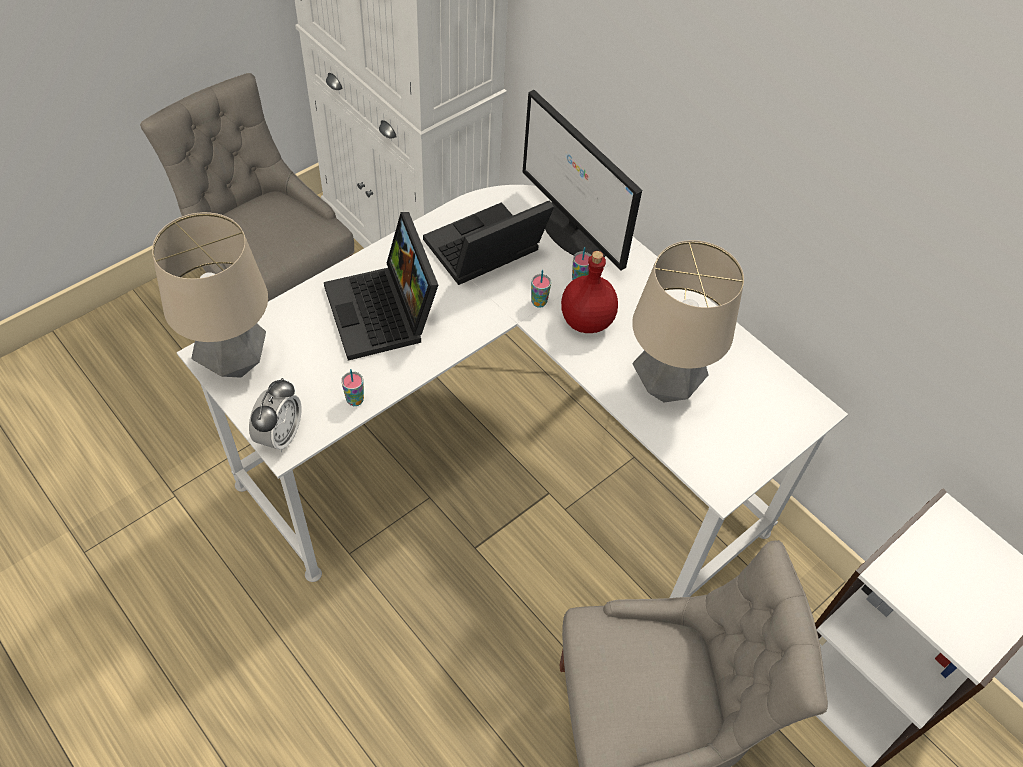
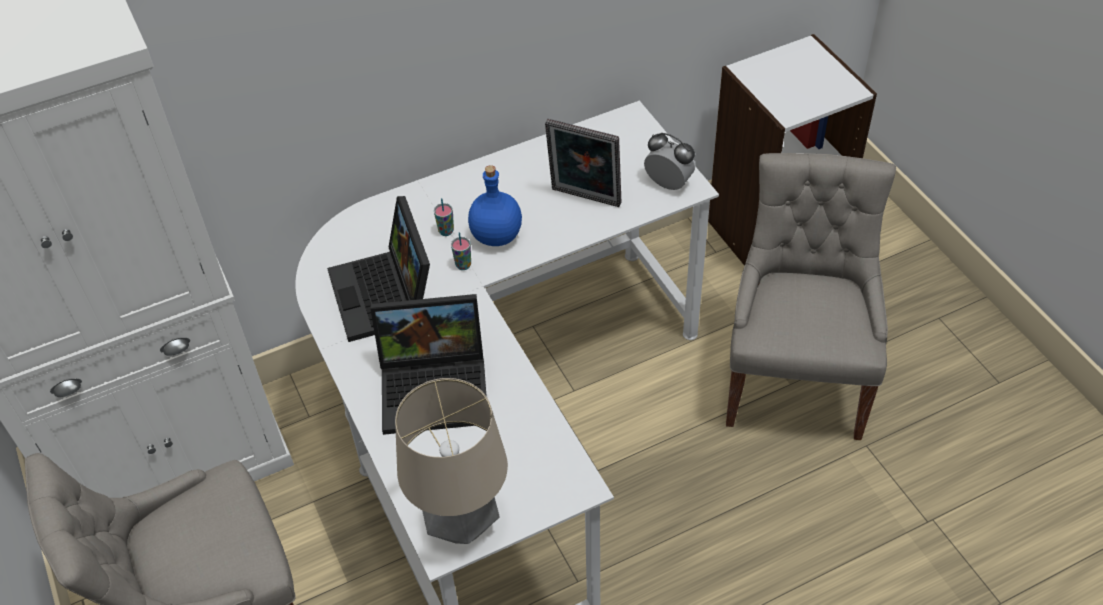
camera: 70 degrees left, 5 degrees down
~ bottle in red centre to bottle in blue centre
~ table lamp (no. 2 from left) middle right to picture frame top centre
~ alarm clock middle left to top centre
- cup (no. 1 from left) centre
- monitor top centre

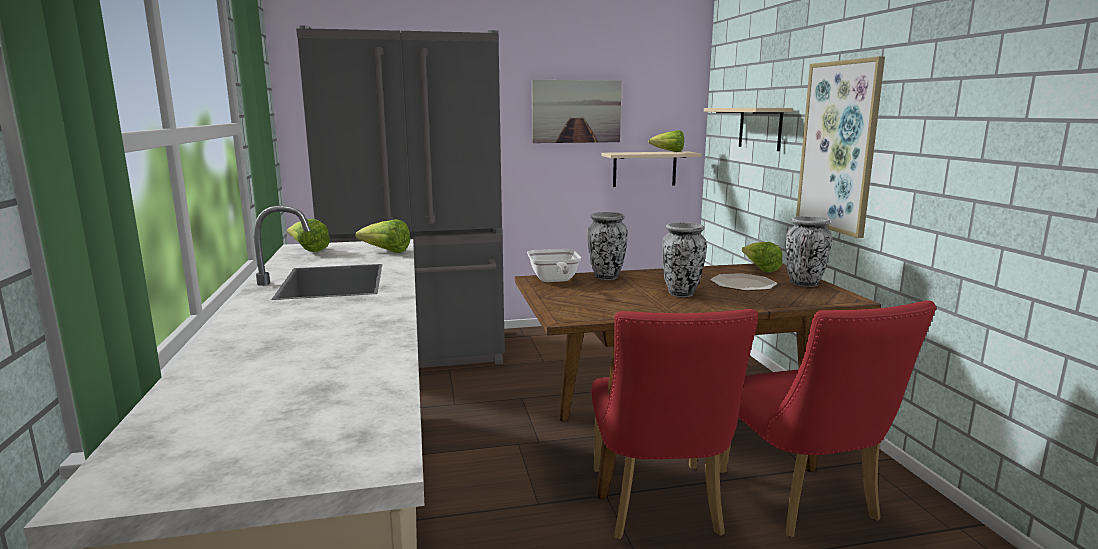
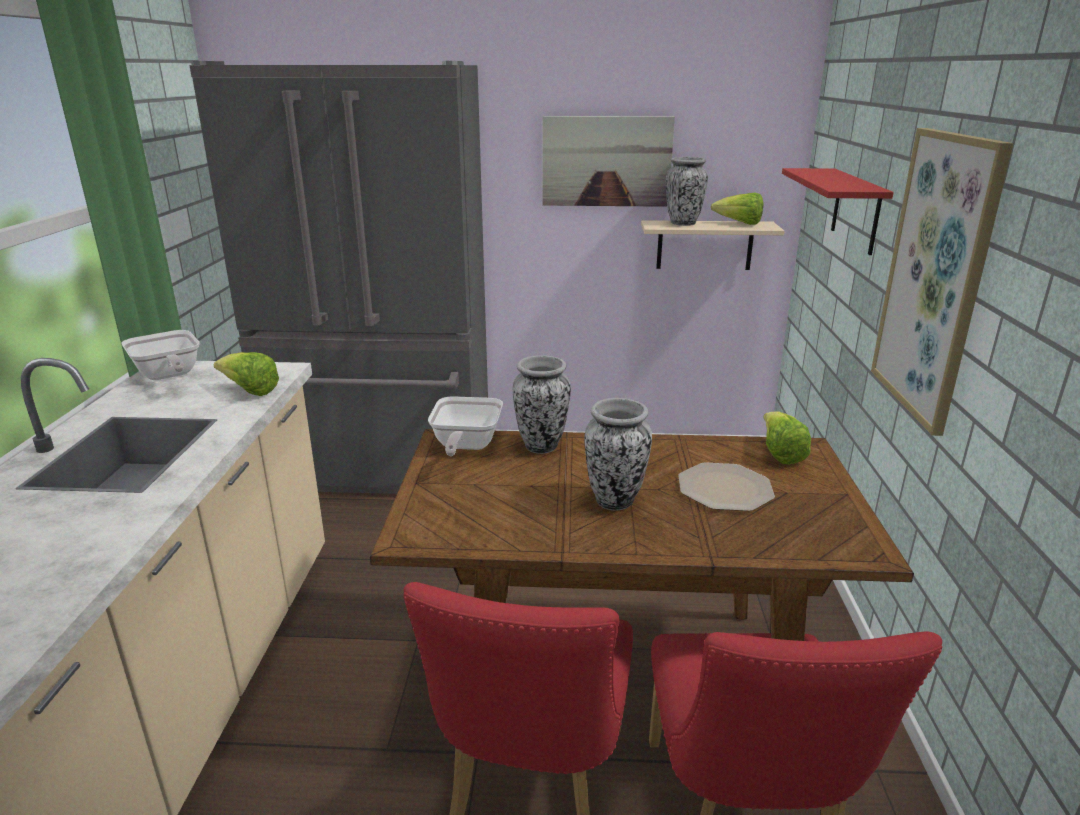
camera: 15 degrees right, 10 degrees up
~ lettuce (no. 1 from left) middle left to frying pan (no. 1 from left) middle left
~ vase (no. 3 from left) middle right to top centre
~ shelf in beige (no. 2 from left) top right to shelf in red top right

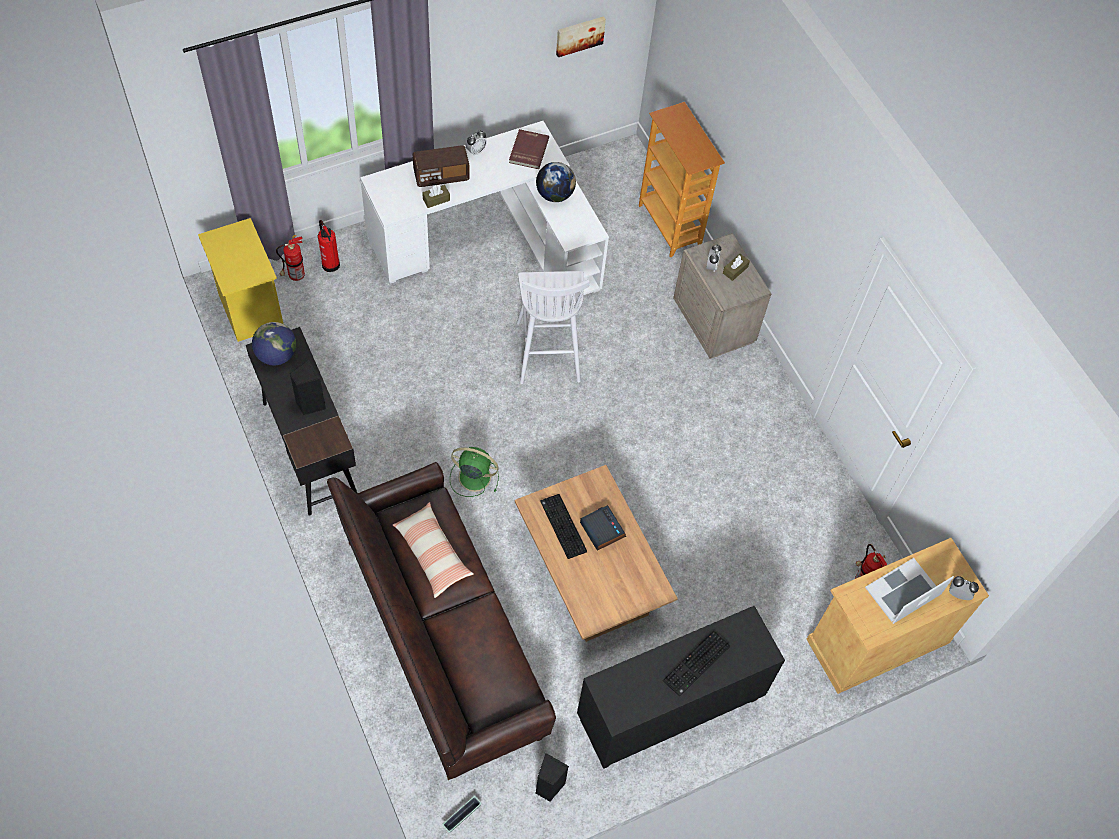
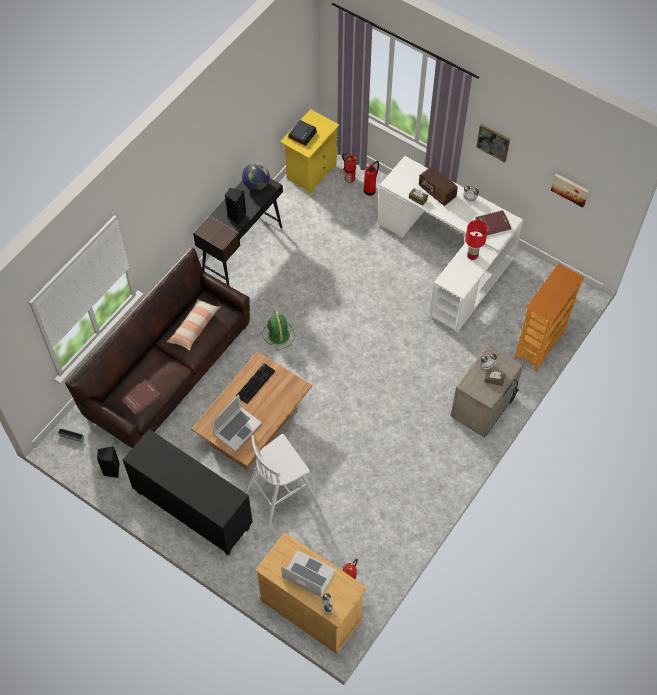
camera: 65 degrees right, 0 degrees up
+ book in red (no. 1 from left) middle left
+ laptop (no. 1 from left) centre
~ stool in white centre to bottom centre
~ alarm clock (no. 2 from left in the first image) centre to alarm clock (no. 1 from left) top centre
~ globe (no. 2 from left) top centre to table lamp in red middle right
+ picture (no. 1 from left) top right
- keyboard (no. 2 from left) bottom centre

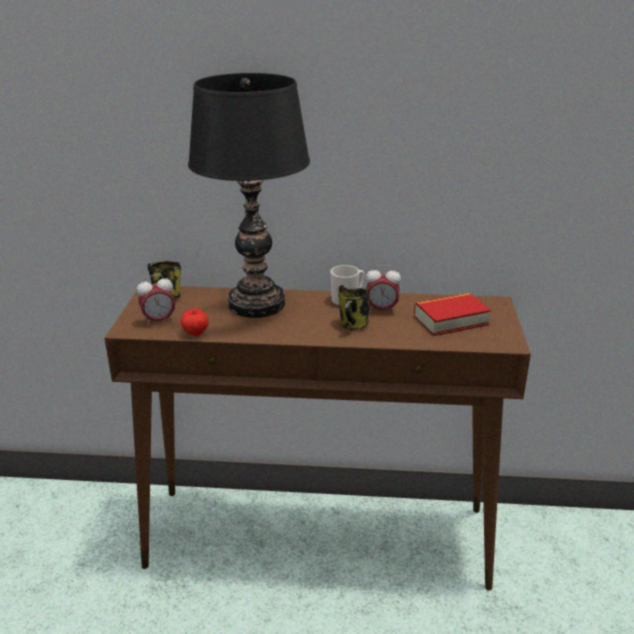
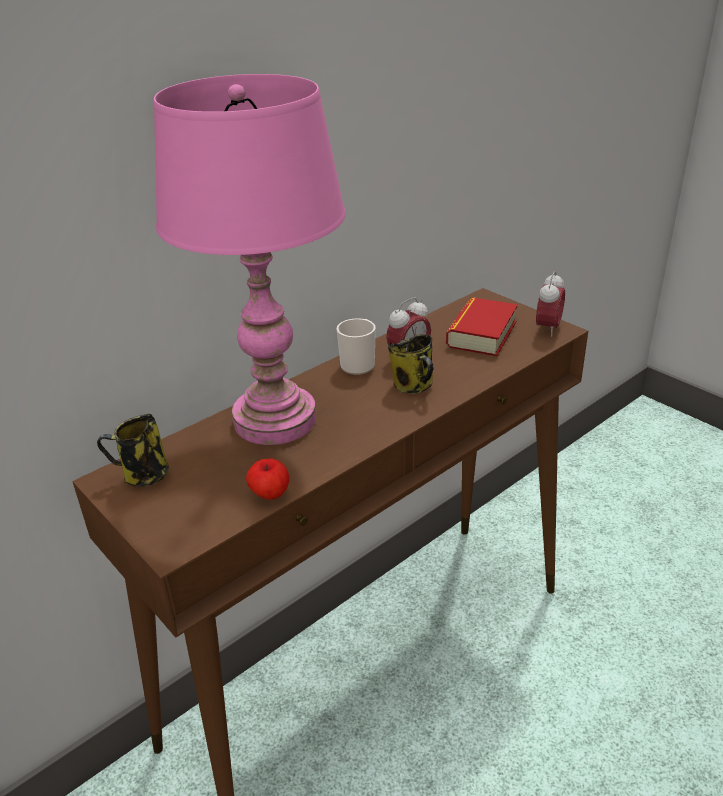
camera: 45 degrees left, 5 degrees up
~ table lamp in black top centre to table lamp in pink top centre
~ alarm clock (no. 1 from left in the first image) middle left to alarm clock (no. 2 from left) middle right

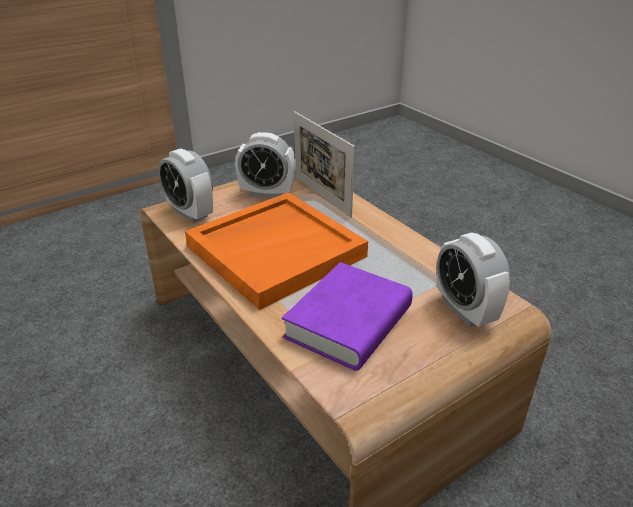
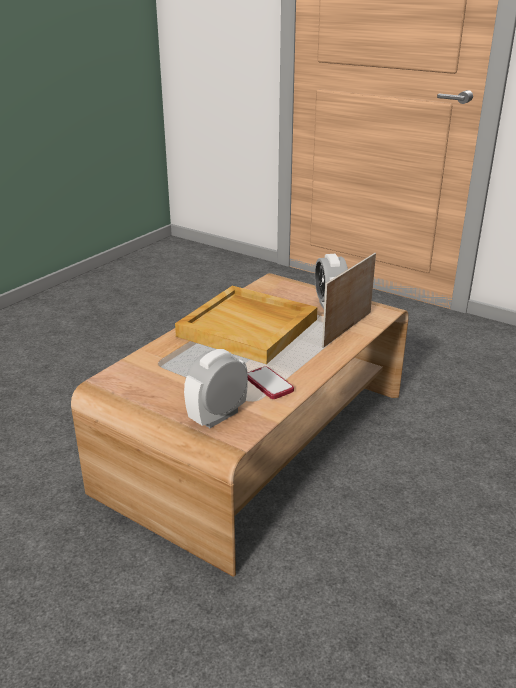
camera: 70 degrees right, 5 degrees down
~ tray in orange centre to tray in beige centre
+ phone centre
- alarm clock (no. 1 from left) middle left
- book in purple centre

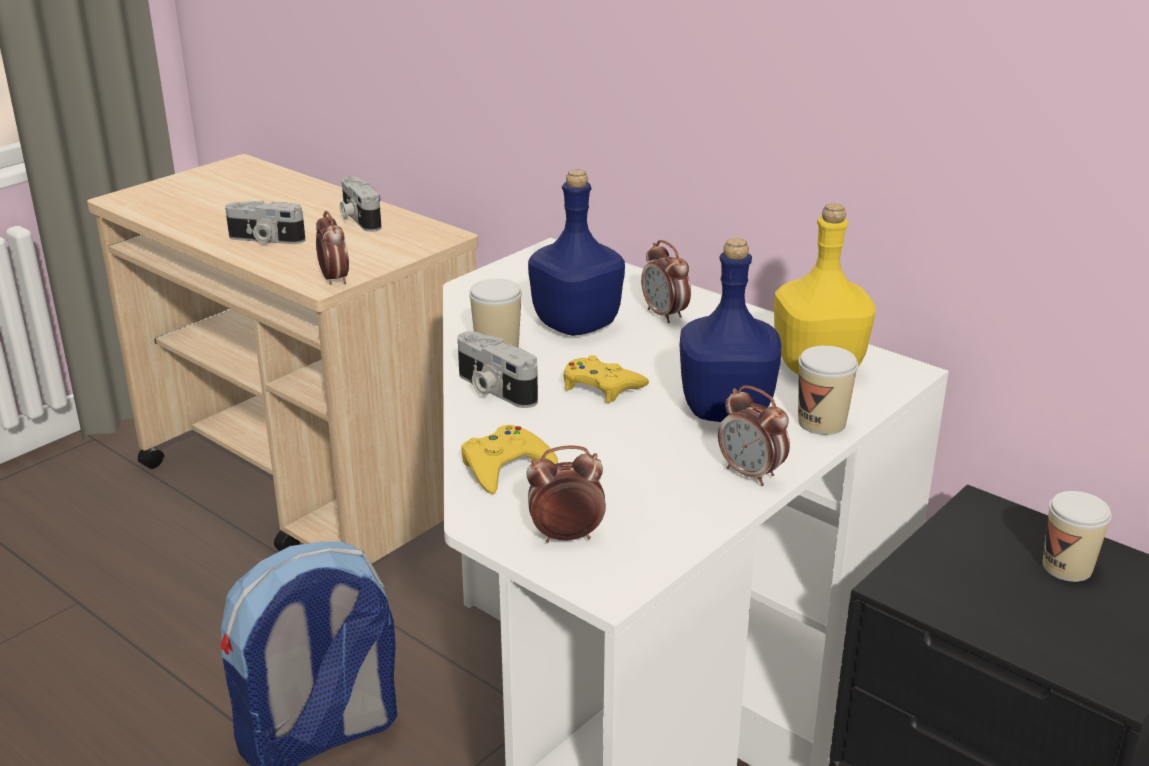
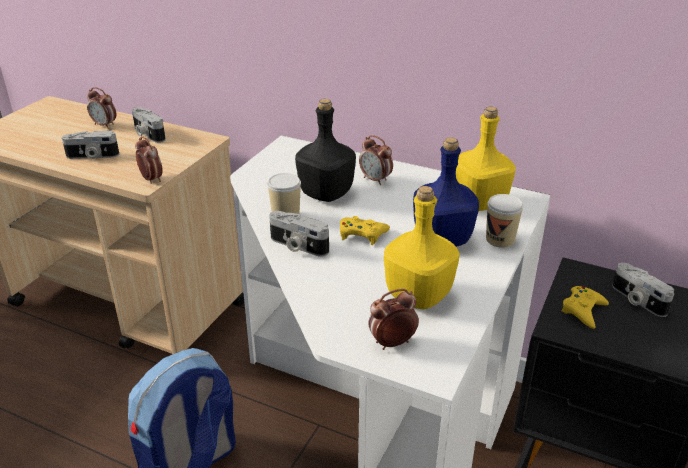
camera: 15 degrees left, 5 degrees up
~ alarm clock (no. 4 from left in the first image) centre to alarm clock (no. 1 from left) top left
~ bottle in blue (no. 1 from left) top centre to bottle in black top centre
+ bottle in yellow (no. 1 from left) centre
~ game controller in yellow (no. 1 from left in the first image) centre to game controller in yellow (no. 2 from left) middle right
~ cup (no. 3 from left) bottom right to photo camera (no. 4 from left) middle right

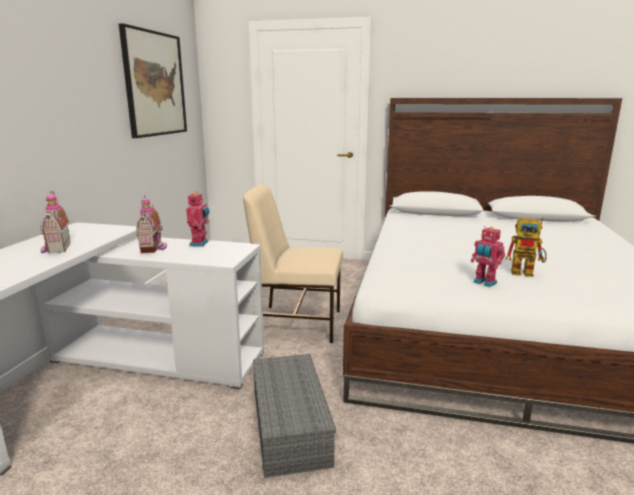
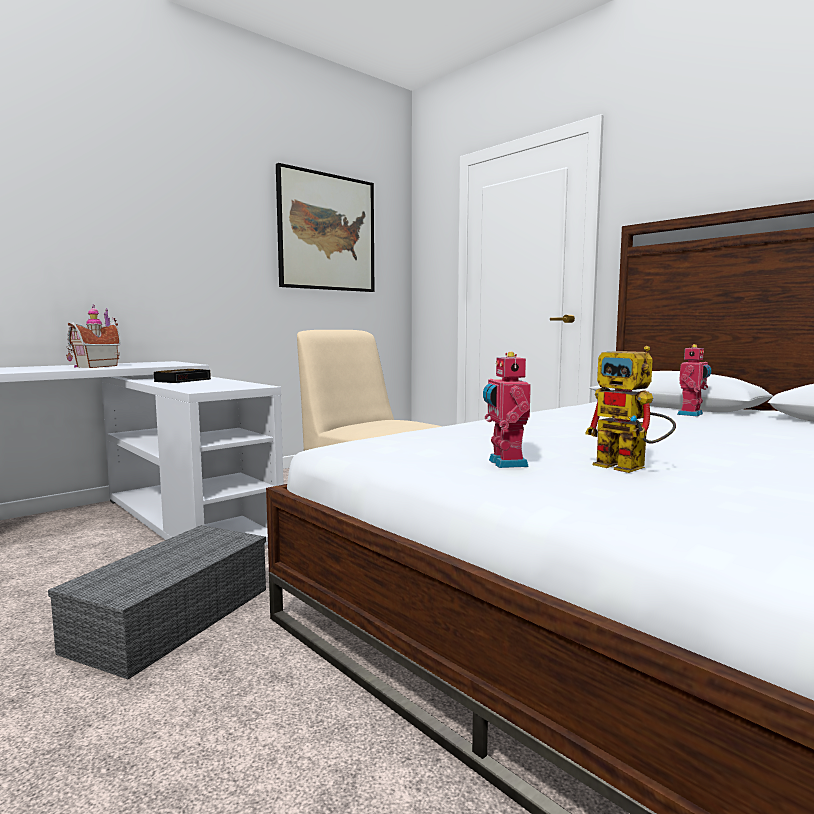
camera: 35 degrees right, 10 degrees down
~ toy house (no. 2 from left) middle left to alarm clock middle left
~ toy robot (no. 1 from left in the first image) middle left to toy robot (no. 3 from left) middle right

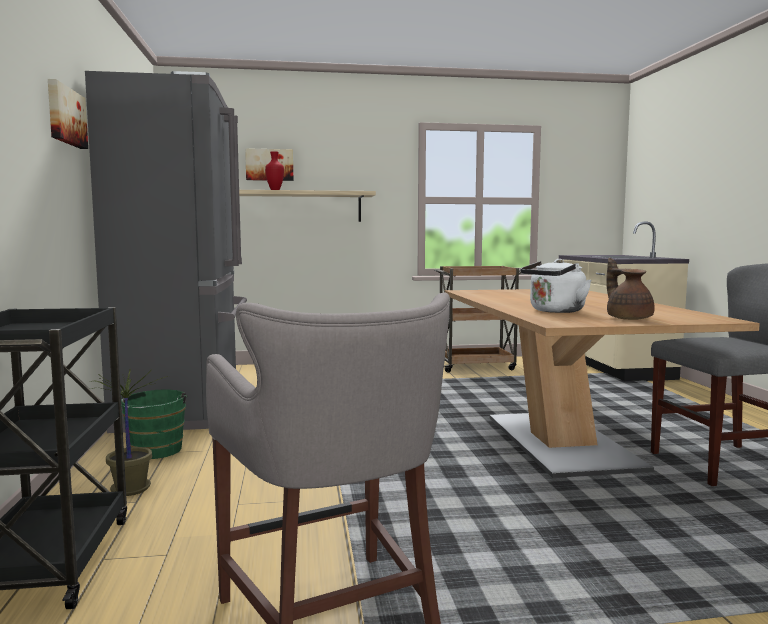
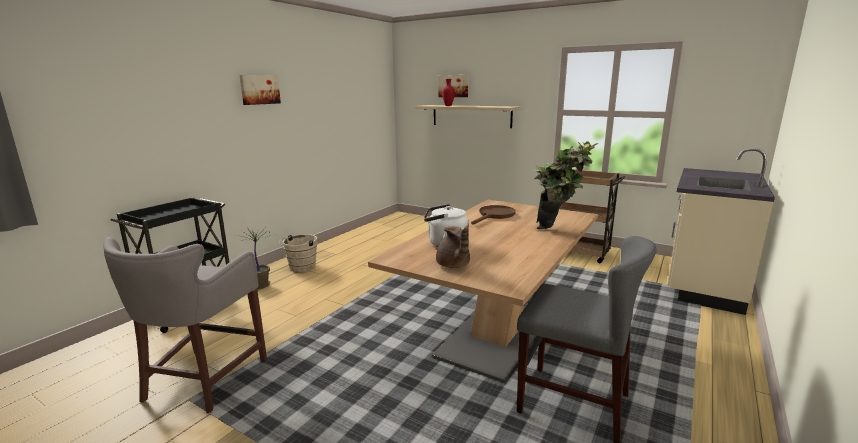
camera: 40 degrees right, 10 degrees up
~ bucket in green bottom left to bucket in beige centre
~ teapot in brown middle right = centre 135 degrees clockwise
+ frying pan in brown centre
+ potted plant (no. 2 from left) centre
- fridge in grey middle left

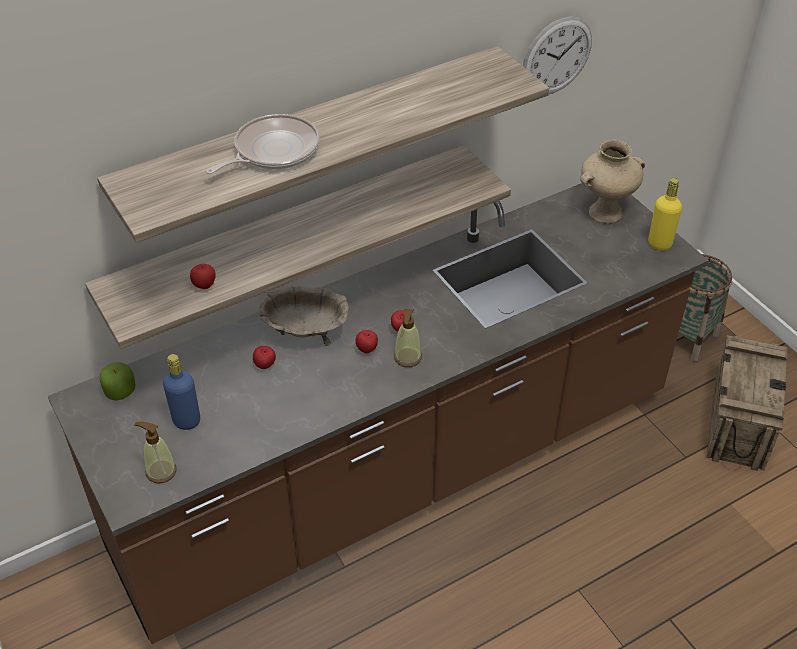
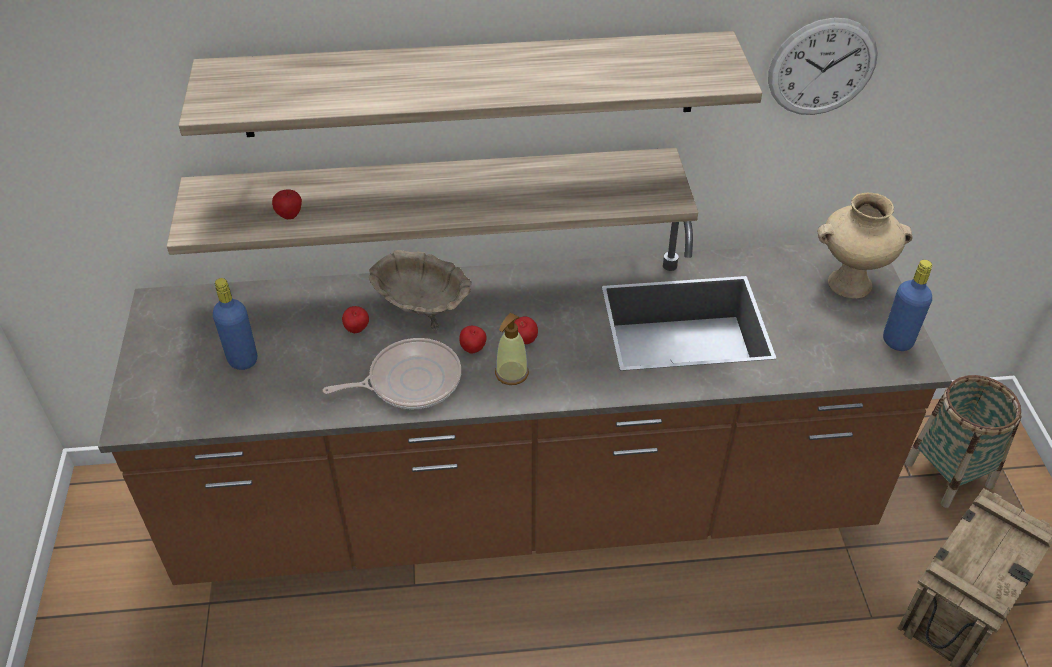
camera: 25 degrees right, 0 degrees up
~ frying pan top left to centre
~ bottle in yellow top right to bottle in blue (no. 2 from left) middle right
- apple (no. 1 from left) middle left
- soap dispenser (no. 1 from left) bottom left

